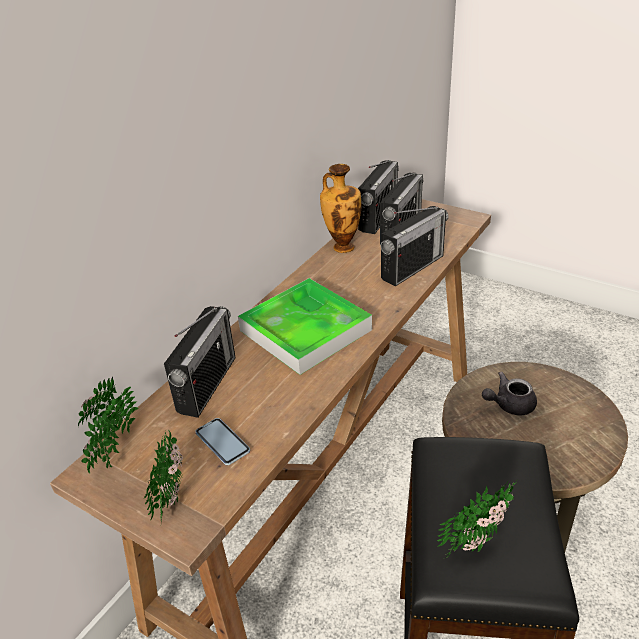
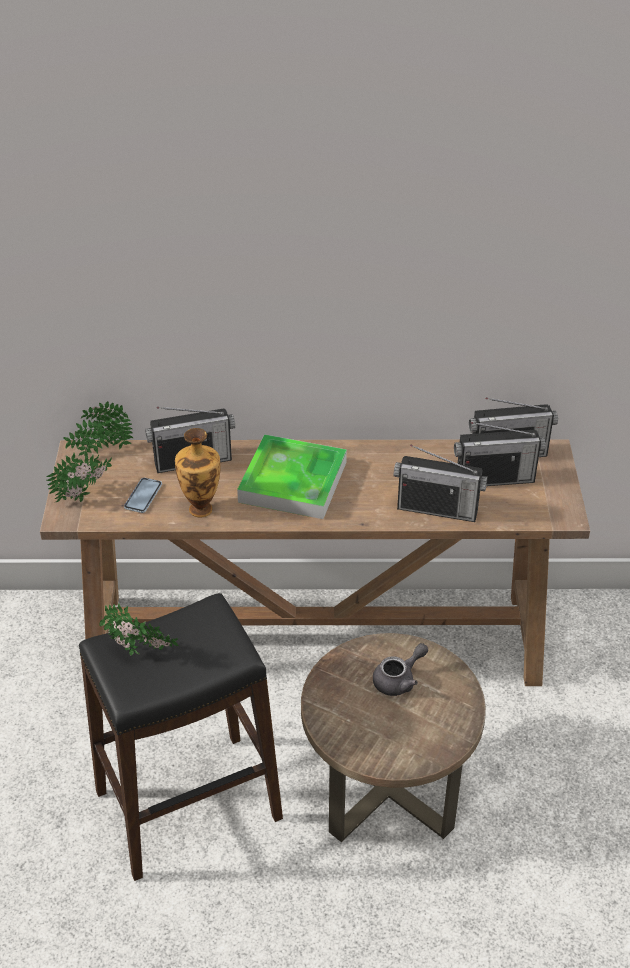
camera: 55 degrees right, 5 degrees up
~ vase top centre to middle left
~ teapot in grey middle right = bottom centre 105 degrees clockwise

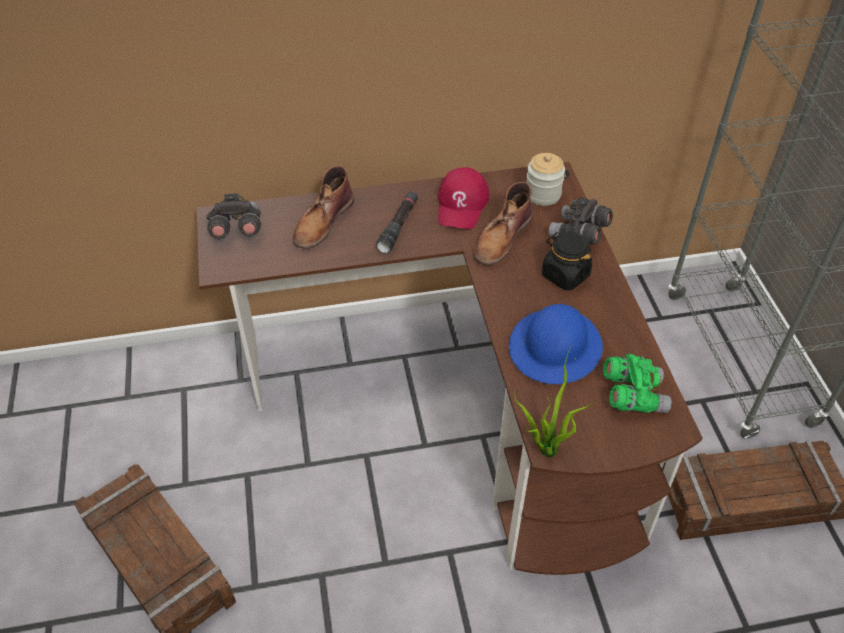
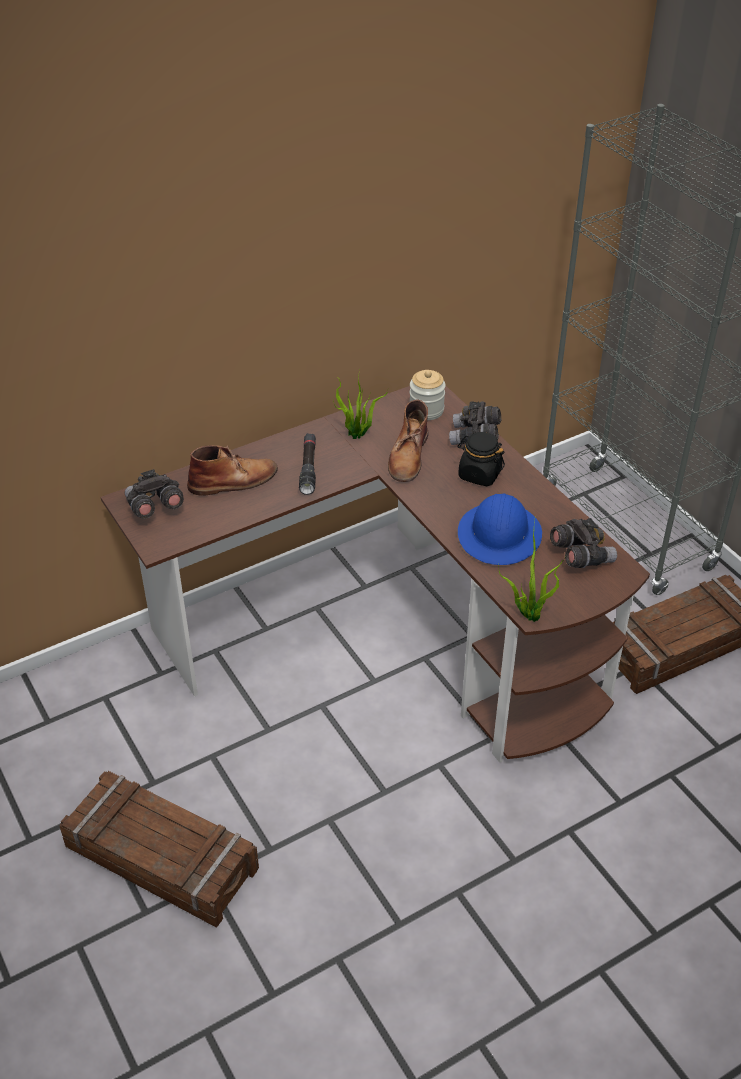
camera: 20 degrees left, 5 degrees down
~ boot in brown (no. 1 from left) top centre = middle left 120 degrees counterclockwise
~ cap in red top centre to potted plant (no. 1 from left) centre
~ binoculars in green middle right to binoculars in grey (no. 3 from left) middle right

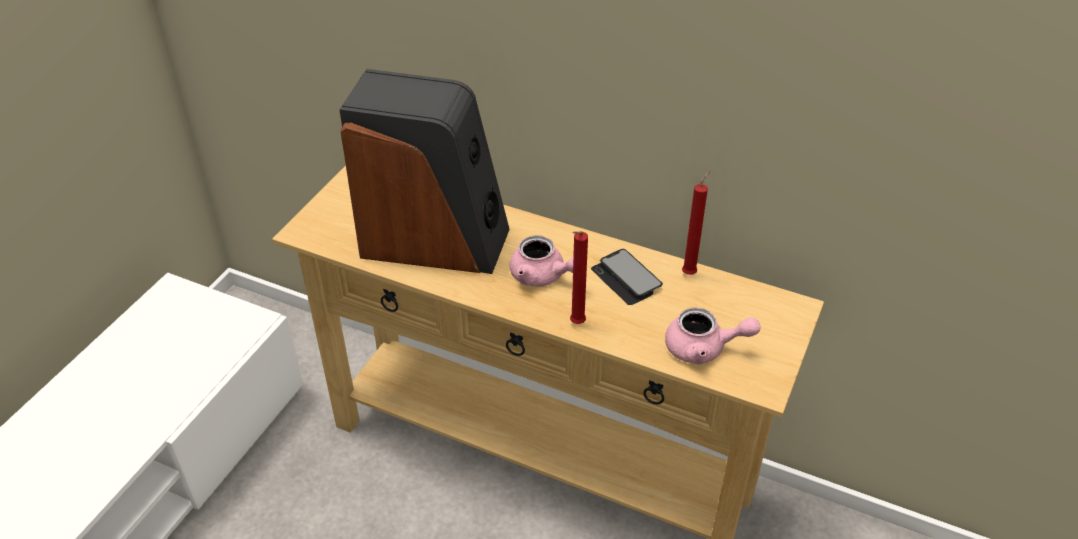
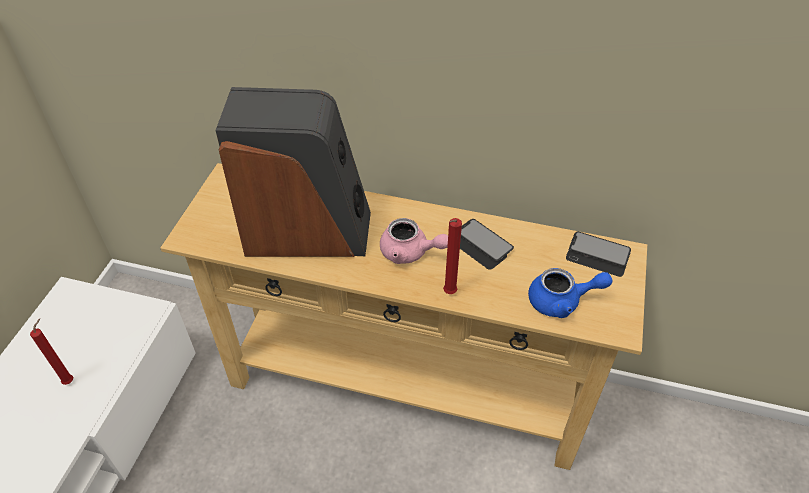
camera: 10 degrees left, 5 degrees up
~ candle in red (no. 2 from left in the first image) centre to candle in red (no. 1 from left) bottom left
~ teapot in pink (no. 2 from left) centre to teapot in blue middle right
+ phone (no. 2 from left) middle right

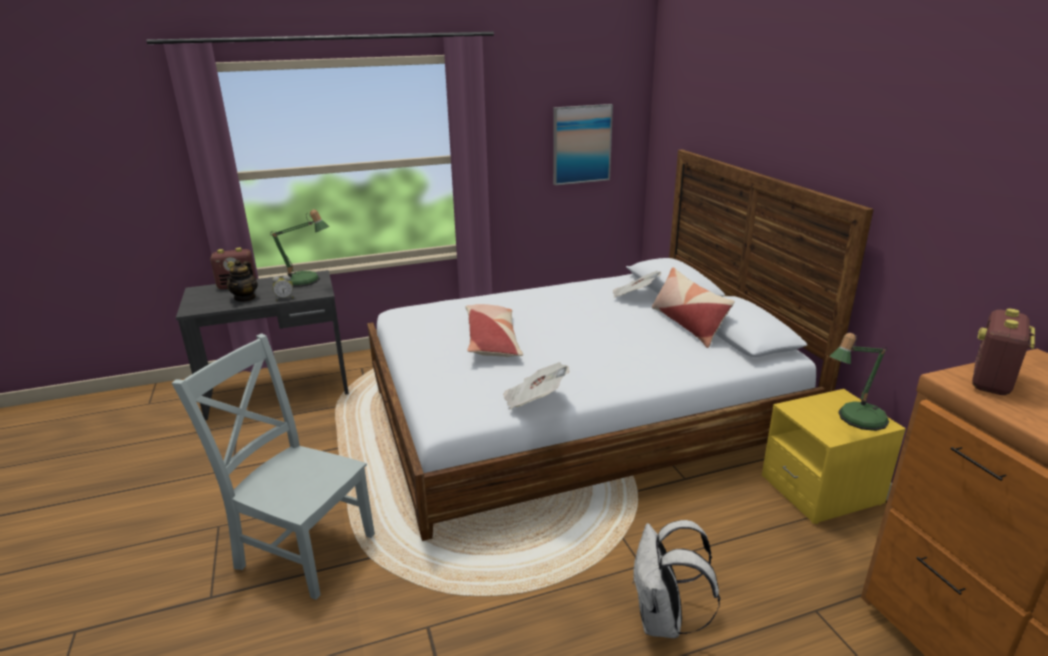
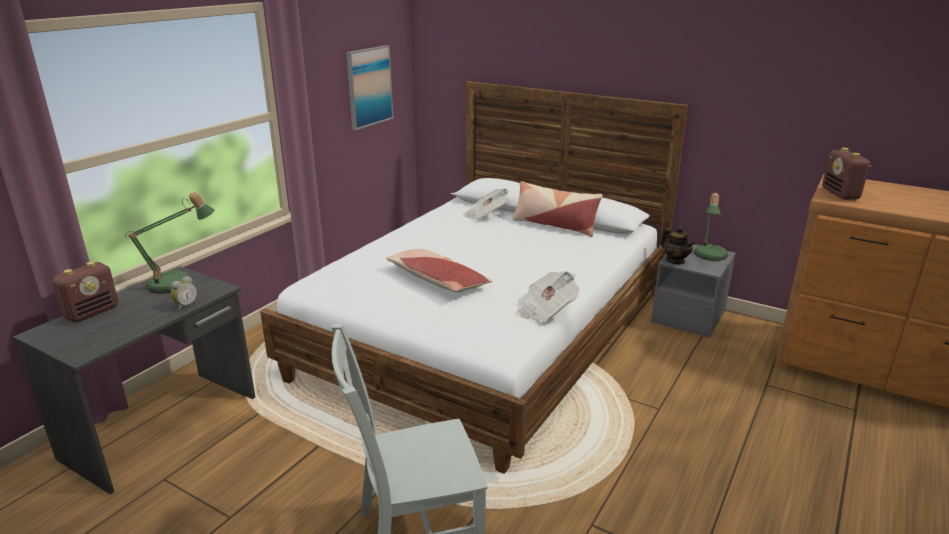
camera: 40 degrees left, 0 degrees up
~ nightstand in yellow bottom right to nightstand in grey middle right
~ teapot middle left to middle right
- backpack in white bottom centre

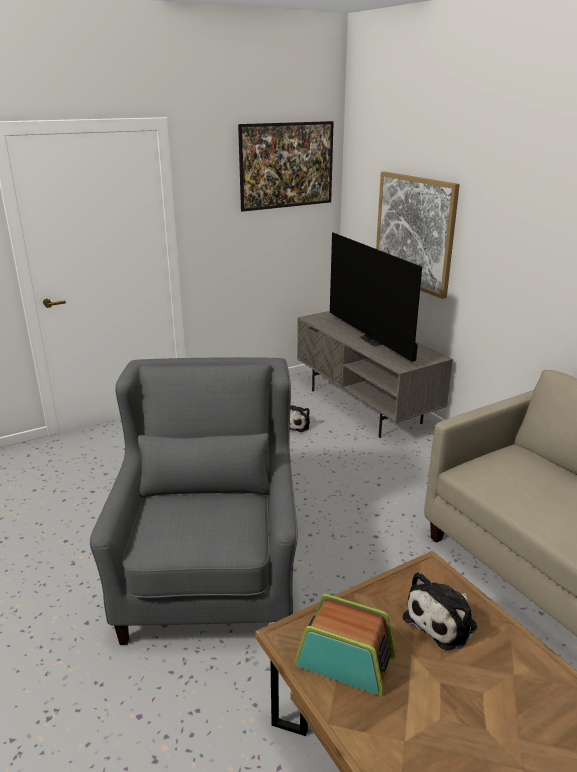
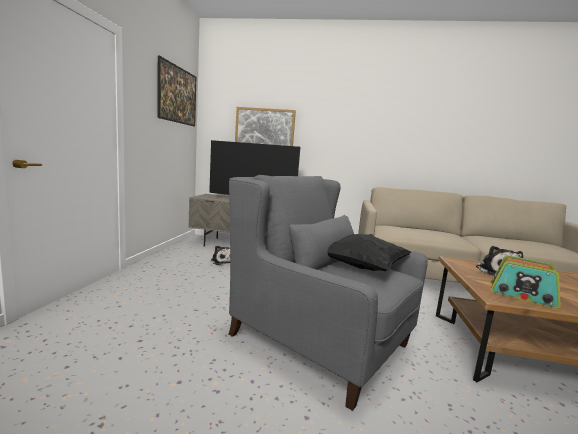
camera: 50 degrees left, 15 degrees down
+ pillow in black centre
~ radio bottom centre = middle right 120 degrees counterclockwise

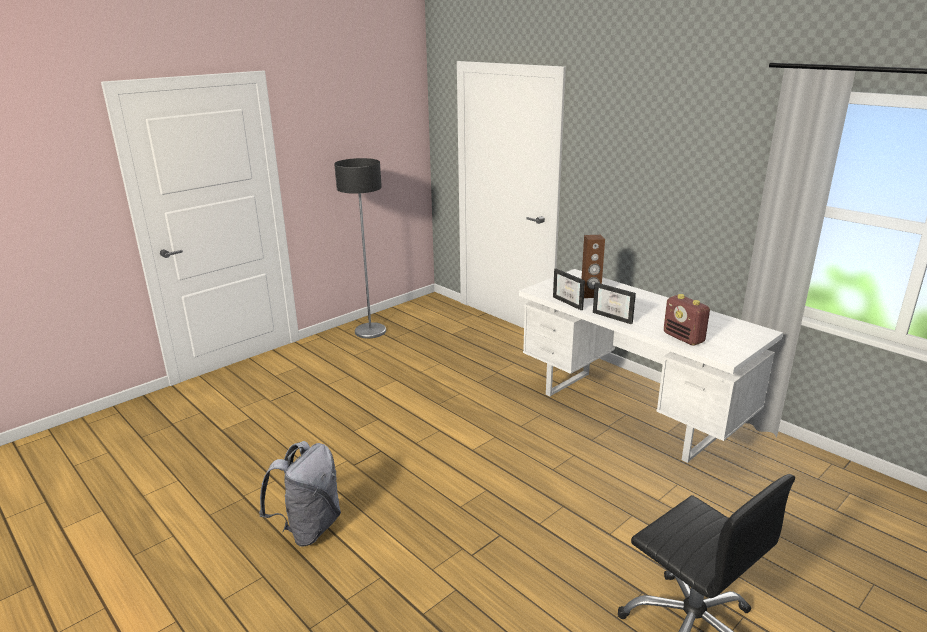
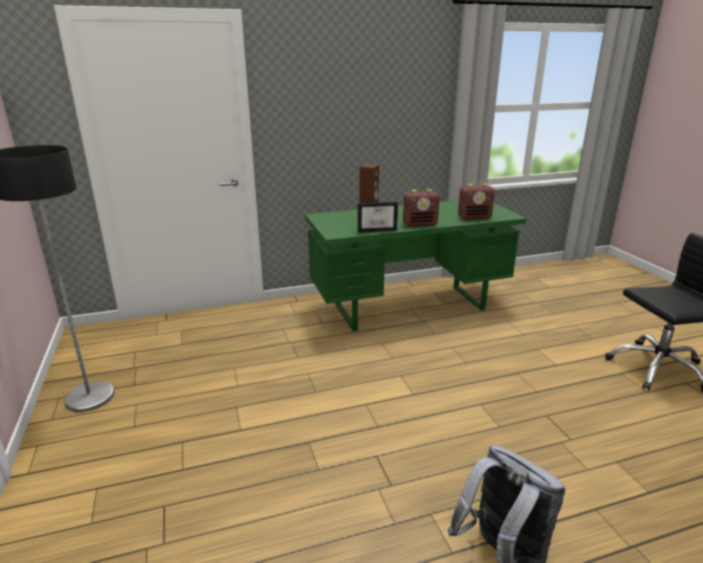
camera: 65 degrees left, 0 degrees up
~ desk in white middle right to desk in green centre
~ picture frame (no. 2 from left) centre to radio (no. 1 from left) centre

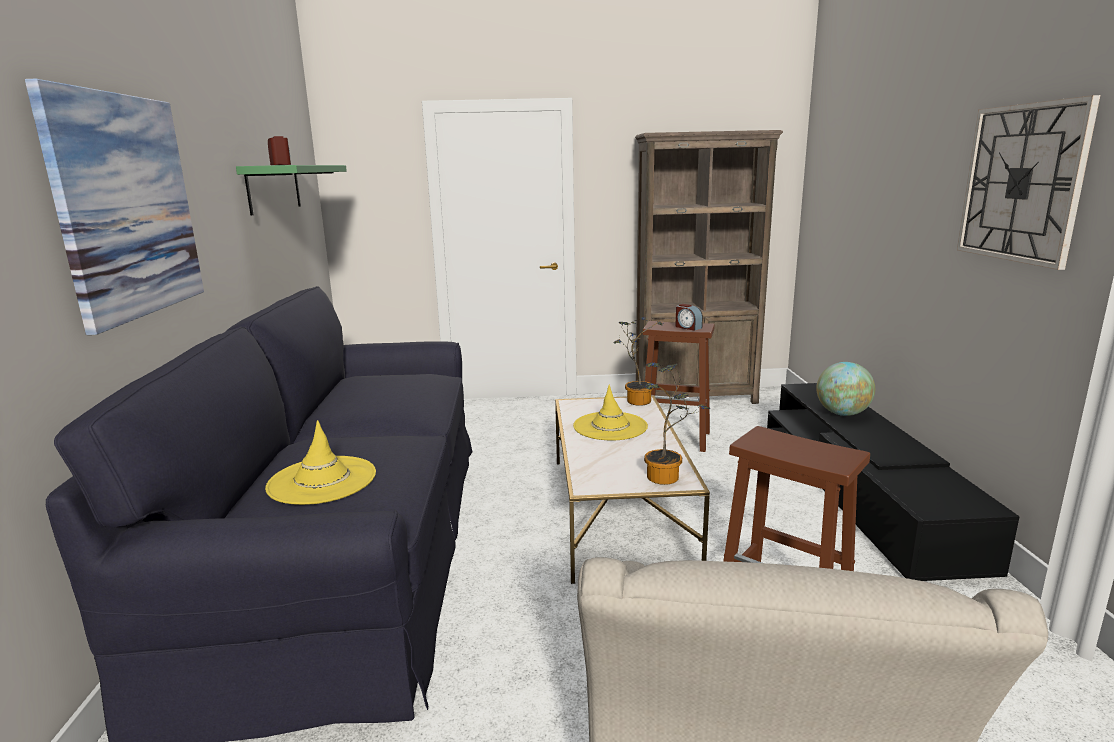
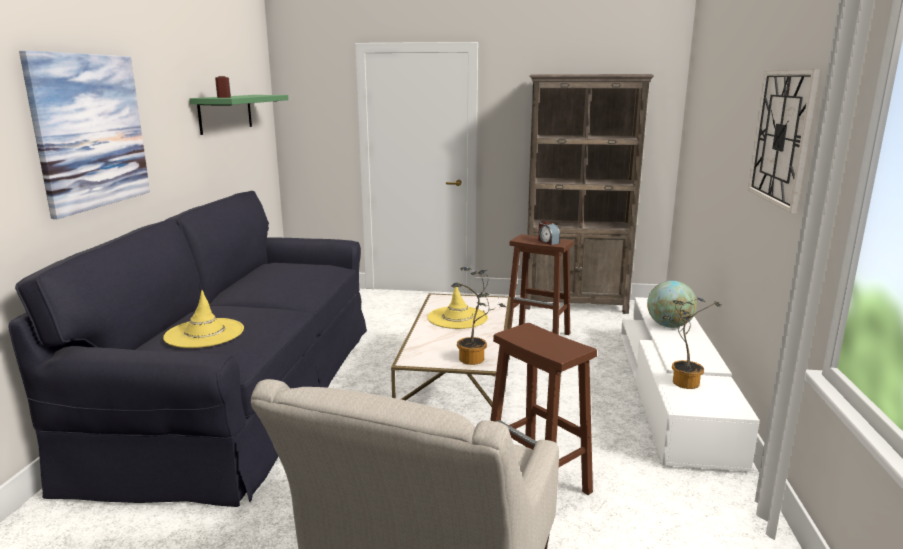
camera: 10 degrees right, 0 degrees up
~ tv stand in black middle right to tv stand in white bottom right
~ potted plant (no. 1 from left in the first image) centre to potted plant (no. 2 from left) middle right

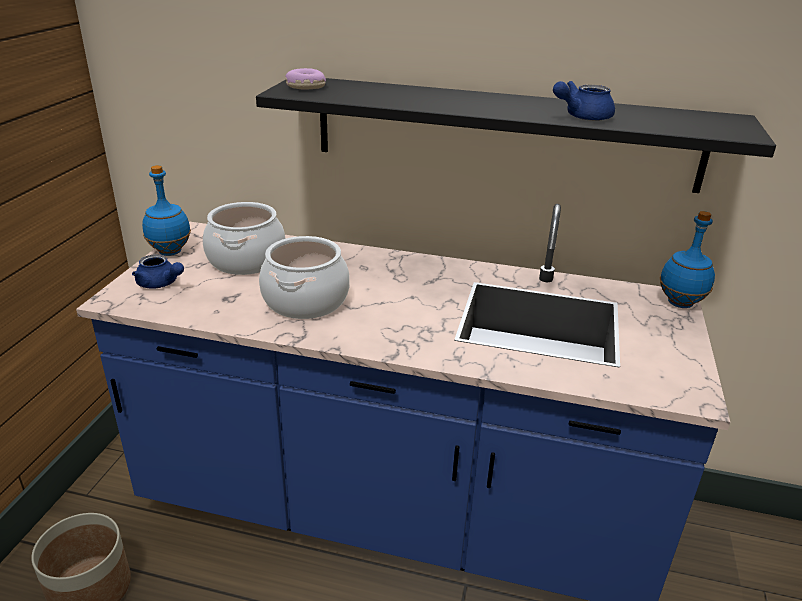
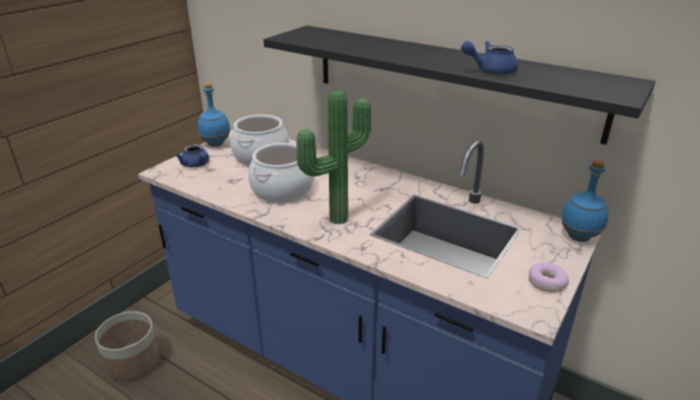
camera: 20 degrees right, 0 degrees up
+ potted plant centre
~ donut top centre to bottom right

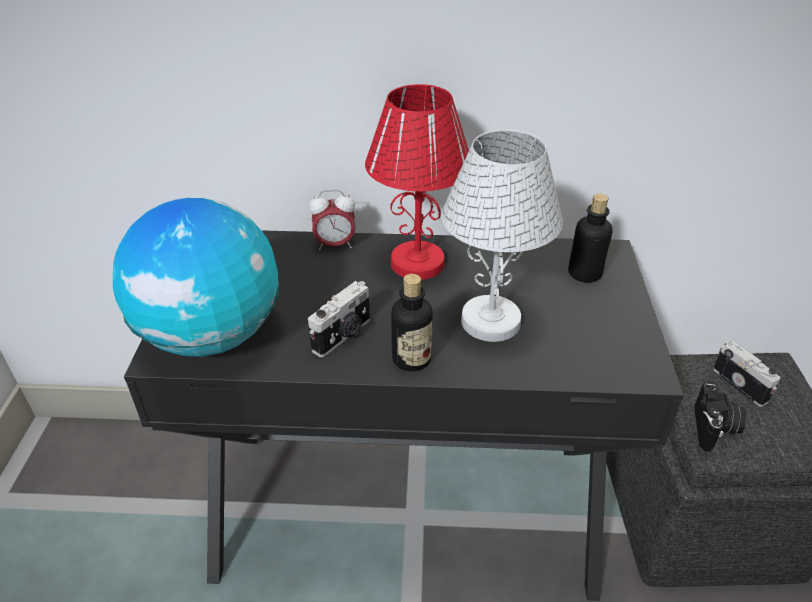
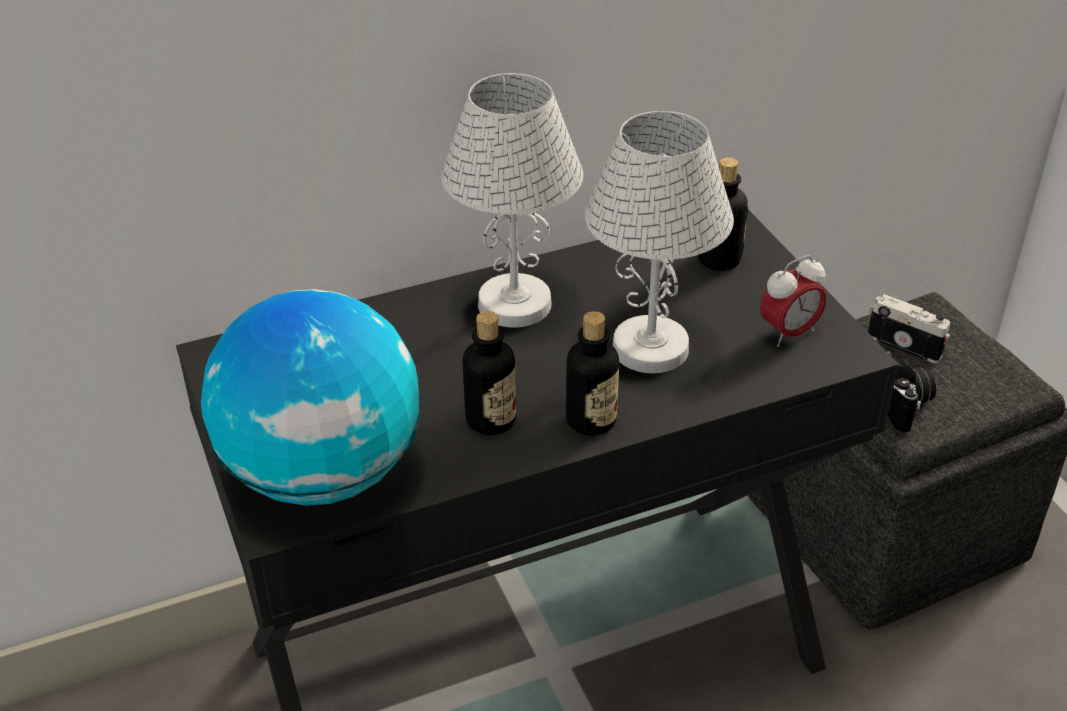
camera: 25 degrees left, 0 degrees up
~ table lamp in red top centre to table lamp in white (no. 1 from left) top centre
~ photo camera (no. 1 from left) centre to bottle (no. 1 from left) centre
~ alarm clock centre to middle right

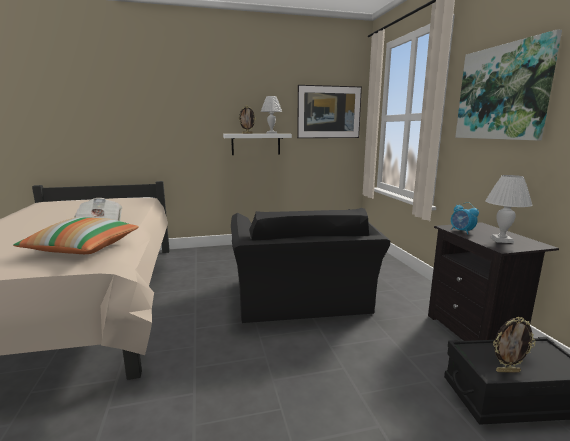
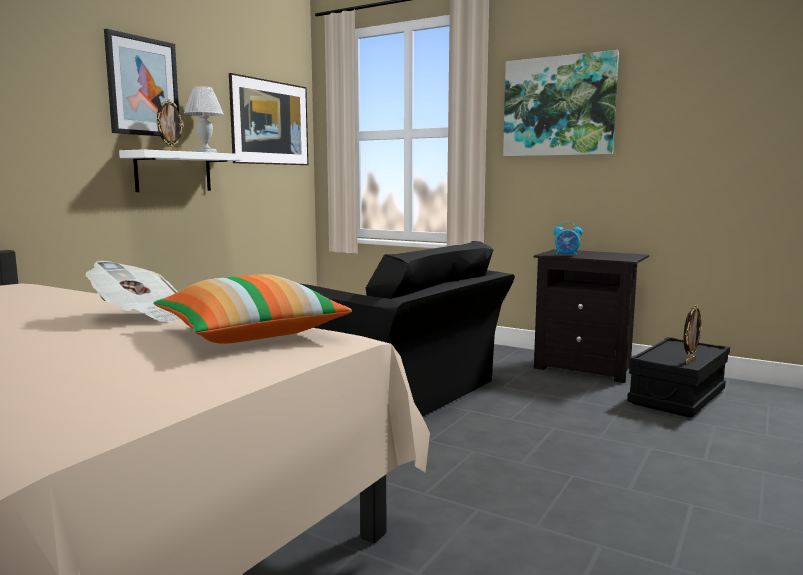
camera: 45 degrees left, 5 degrees down
+ picture (no. 1 from left) top left
- table lamp in white (no. 2 from left) middle right

